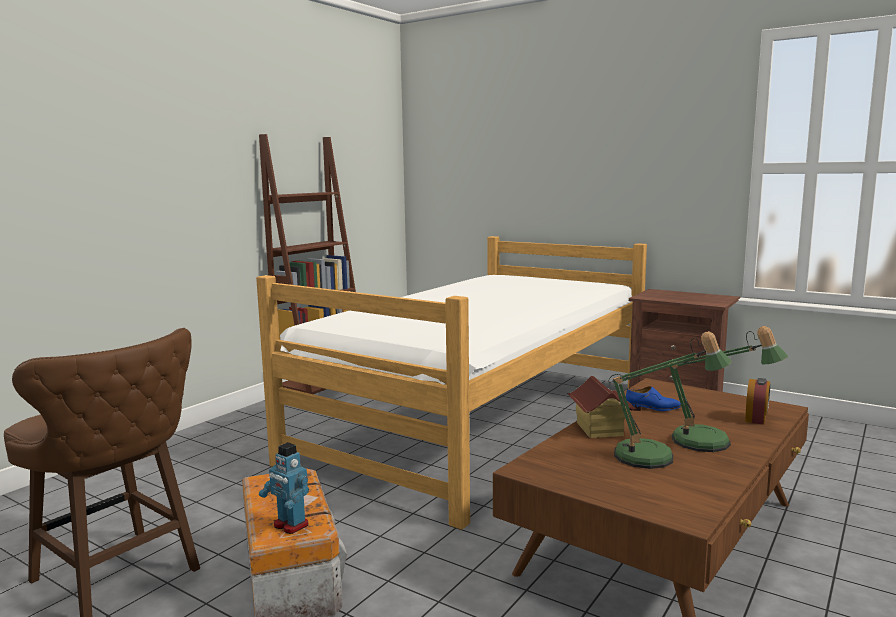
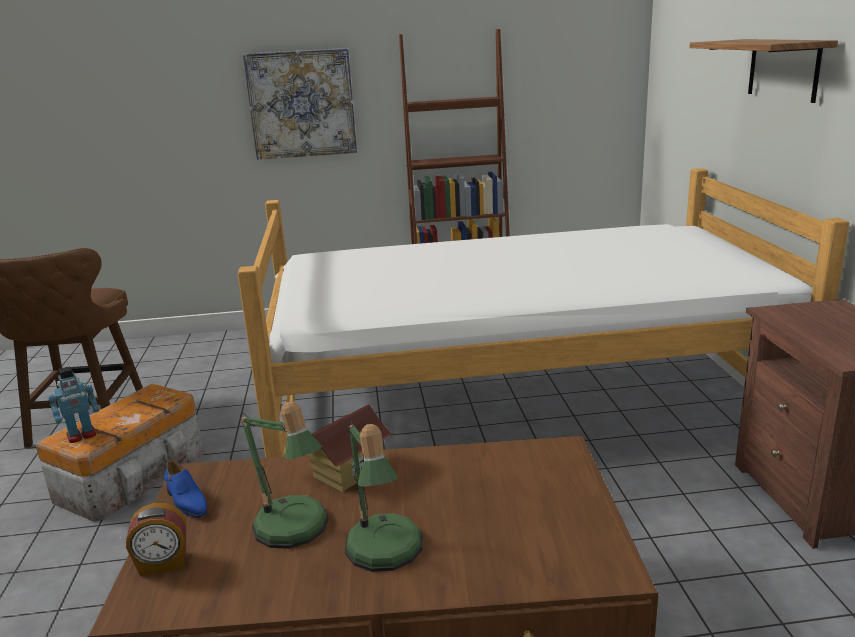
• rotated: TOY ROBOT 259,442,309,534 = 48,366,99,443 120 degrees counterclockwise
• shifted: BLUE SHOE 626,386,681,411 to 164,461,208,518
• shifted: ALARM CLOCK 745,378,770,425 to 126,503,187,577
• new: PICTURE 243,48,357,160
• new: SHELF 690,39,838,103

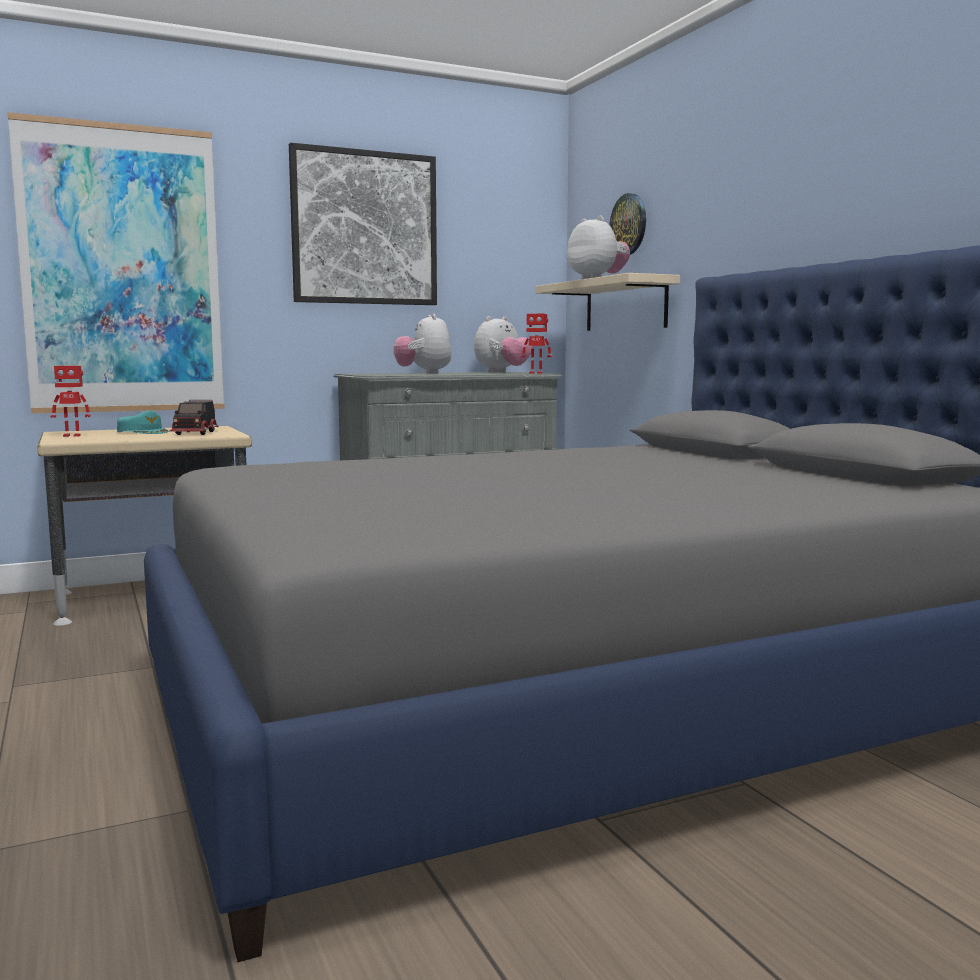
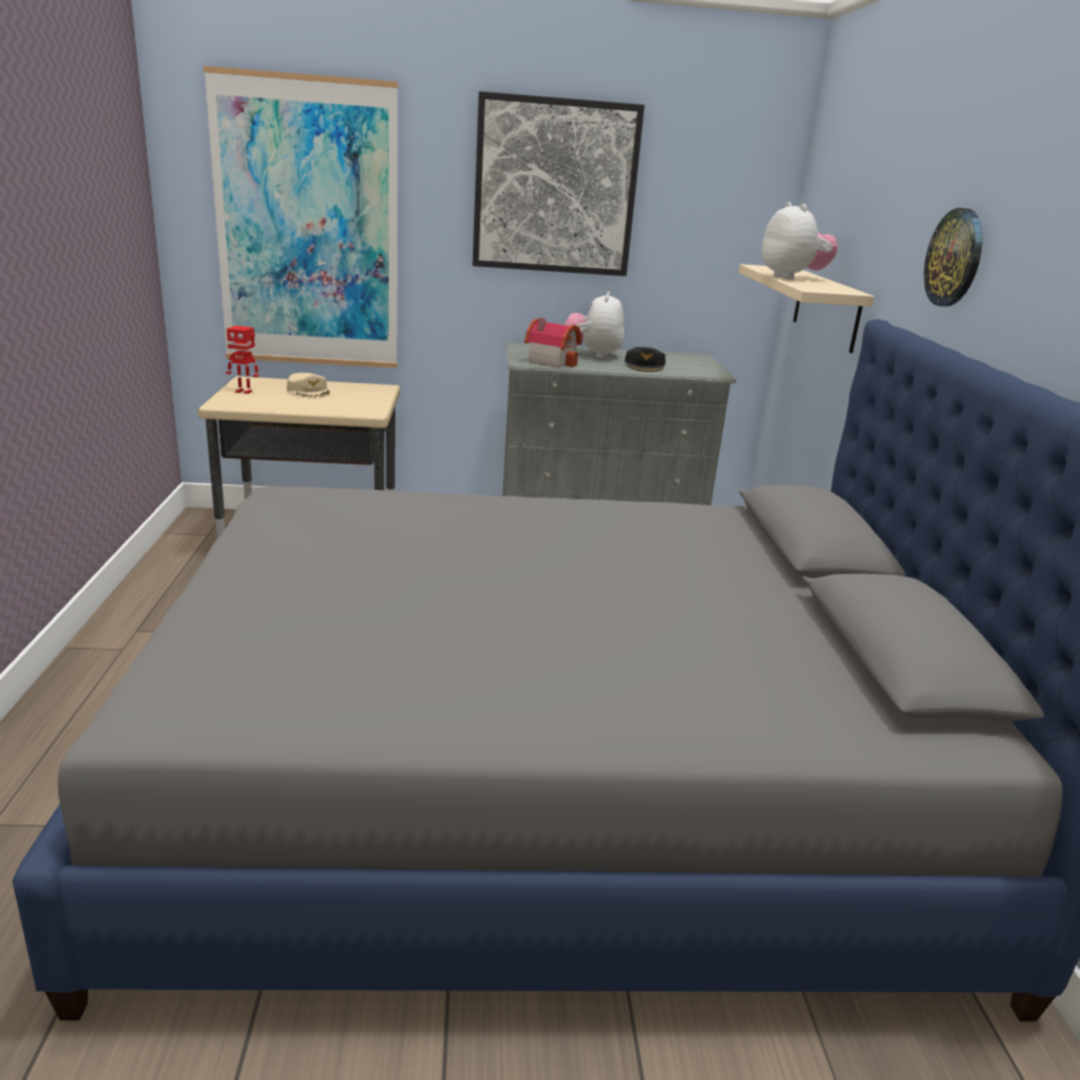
• repainted: TURQUOISE CAP 117,411,168,434 to BEIGE CAP 287,373,330,398
• gone: TOY TRUCK 169,400,219,435
• gone: PLUSH TOY 474,316,533,372
• gone: TOY ROBOT 521,314,552,374
• shifted: WALL CLOCK 609,193,646,255 to 924,208,982,307
• new: TOY HOUSE 525,318,582,368
• new: BLACK CAP 625,347,666,372

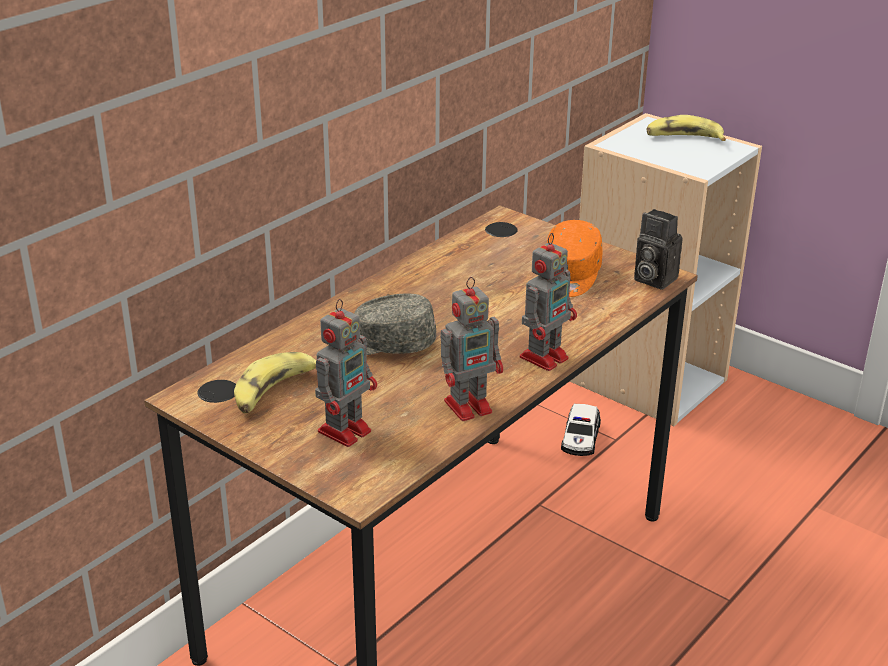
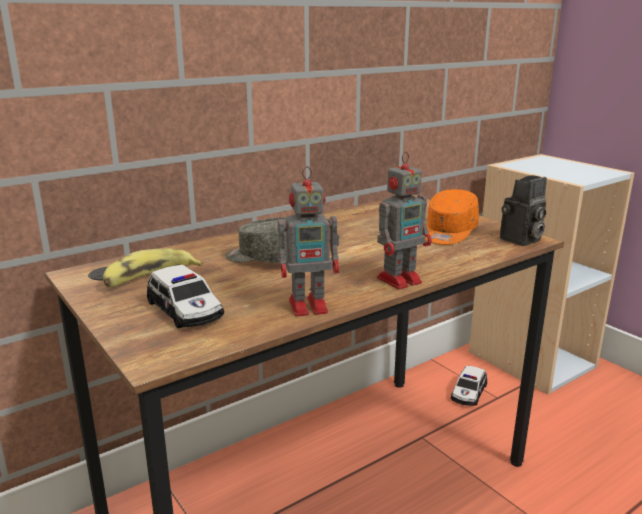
• swapped: TOY ROBOT 315,299,377,447 to TOY CAR 147,265,224,328
• rotated: PHOTO CAMERA 634,209,682,290 = 500,175,547,246 90 degrees counterclockwise
• gone: BANANA 647,115,726,141

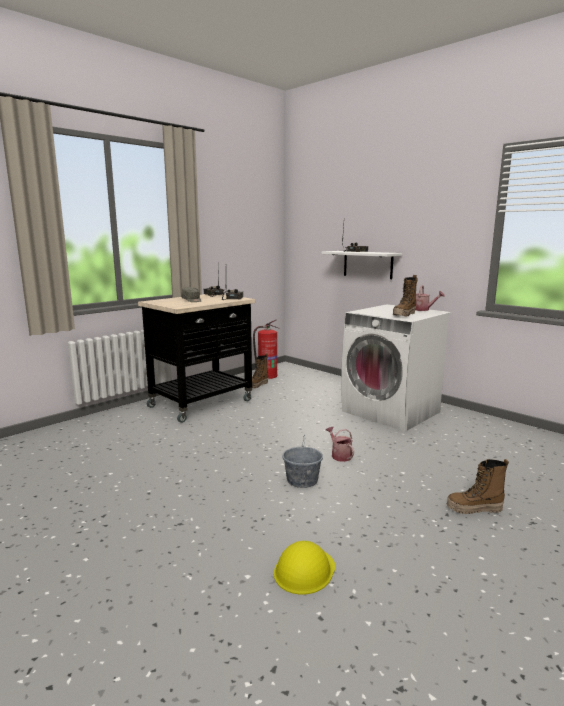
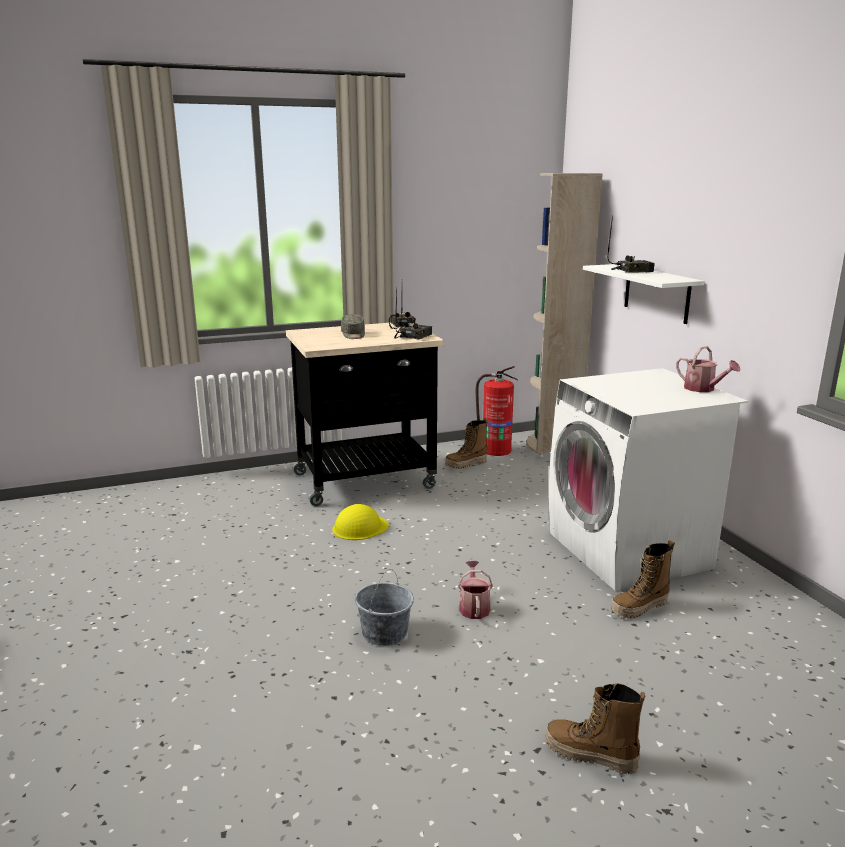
• shifted: YELLOW HARD HAT 274,541,335,595 to 333,504,389,540
• shifted: BOOT 393,275,417,317 to 612,540,675,619
• new: BEIGE BOOKCASE 527,173,603,457

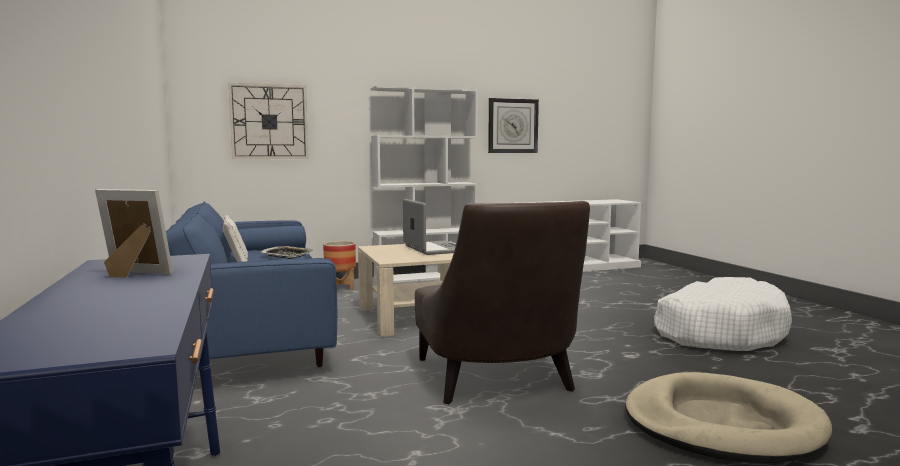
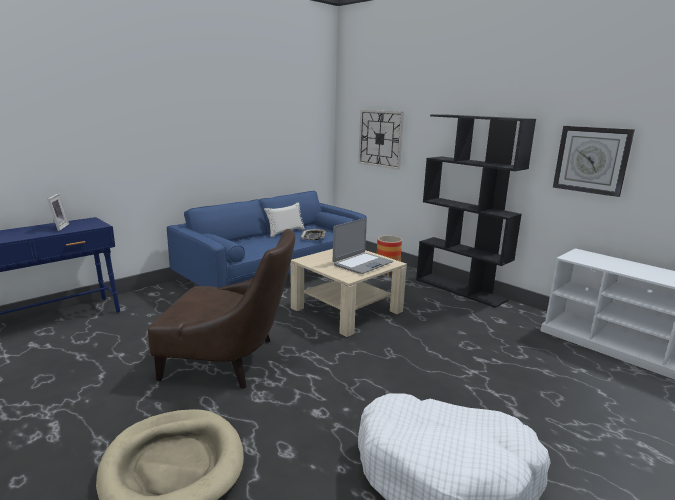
• repainted: WHITE BOOKCASE 370,85,478,283 to BLACK BOOKCASE 416,114,536,308
• rotated: BROWN ARMCHAIR 415,201,590,404 = 148,229,295,389 135 degrees counterclockwise

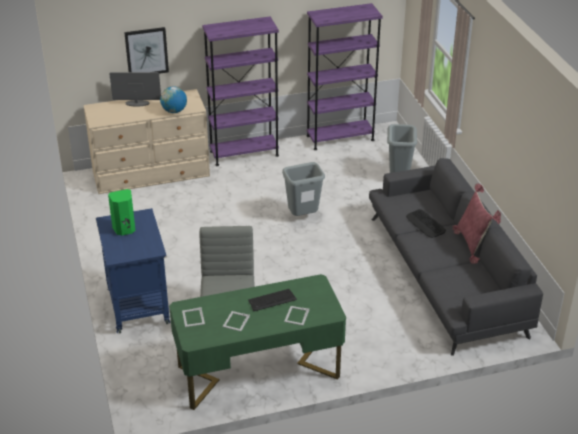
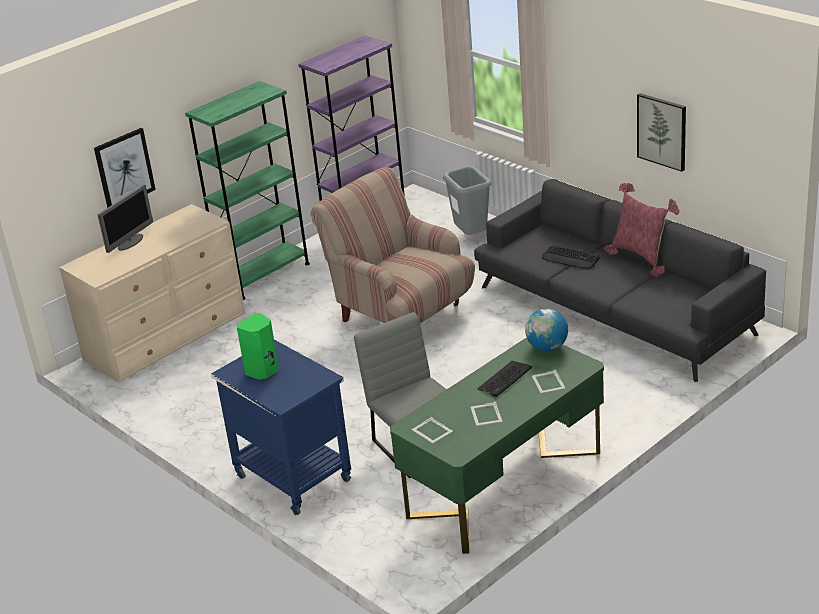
• rotated: MONITOR 109,72,161,107 = 98,185,153,253 150 degrees clockwise
• shifted: GLOBE 160,87,187,113 to 525,309,568,351
• repainted: PURPLE BOOKCASE 202,17,279,166 to GREEN BOOKCASE 185,81,310,300
• swapped: GREY TRASH CAN 282,162,325,216 to BEIGE ARMCHAIR 311,167,475,323
• new: PICTURE 637,93,686,172

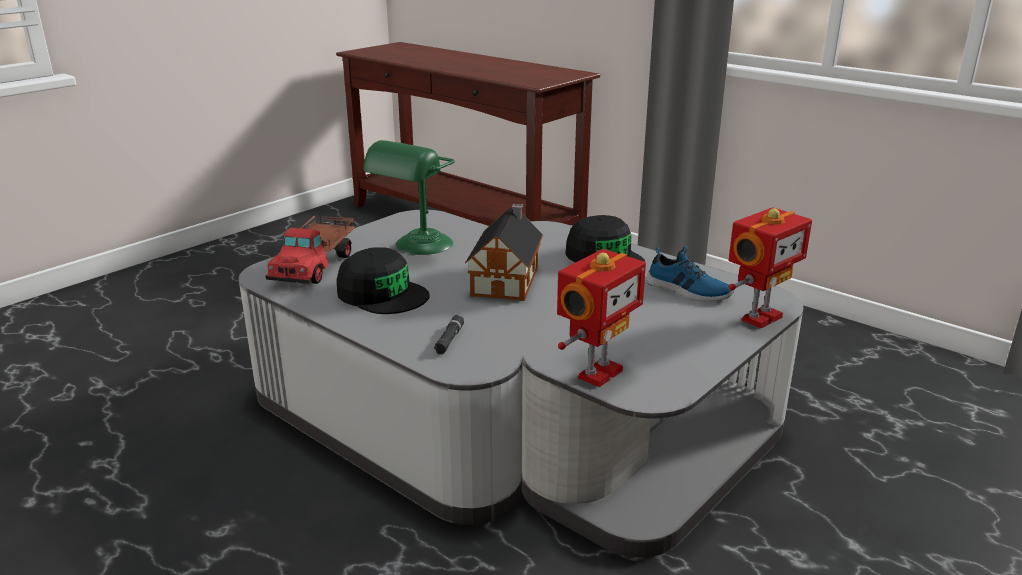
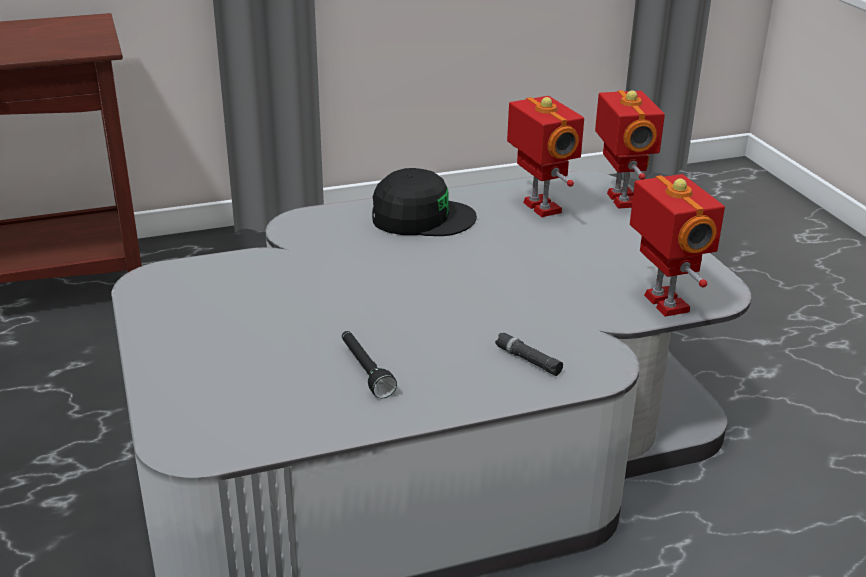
• gone: TOY TRUCK 265,214,355,284
• swapped: BLACK CAP 337,247,430,314 to BLACK FLASHLIGHT 342,331,397,398
• gone: GREEN TABLE LAMP 363,140,455,255
• gone: TOY HOUSE 465,204,543,301
• swapped: SHOE 646,246,734,301 to TOY ROBOT 507,96,584,217

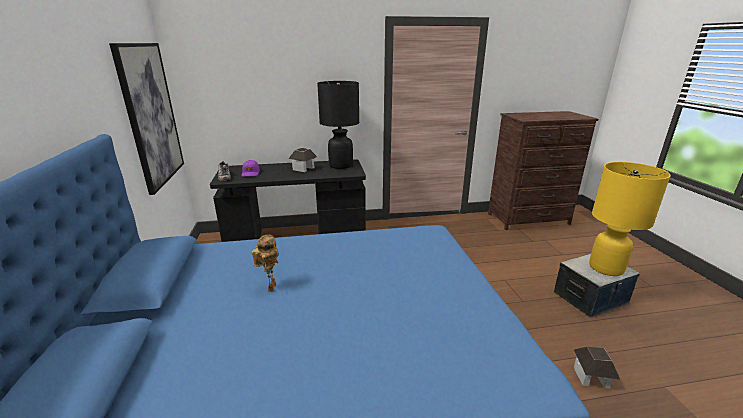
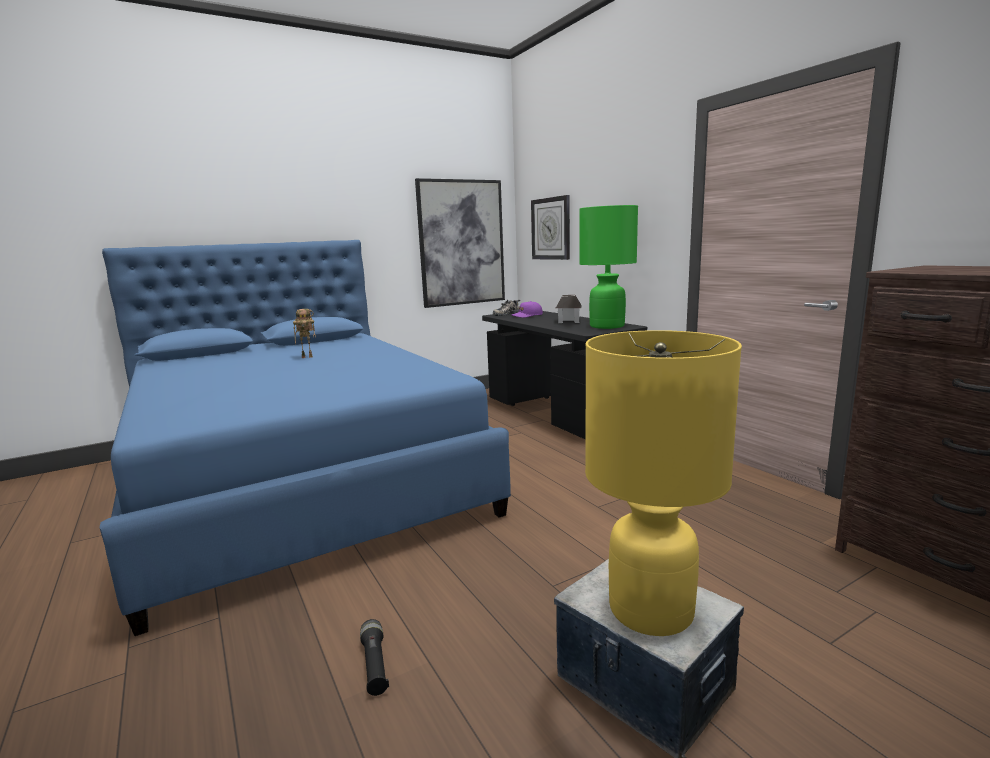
• repainted: BLACK TABLE LAMP 317,81,359,169 to GREEN TABLE LAMP 579,205,638,329
• swapped: TOY HOUSE 574,347,620,388 to BLACK FLASHLIGHT 360,619,389,696
• new: WALL CLOCK 531,195,570,260

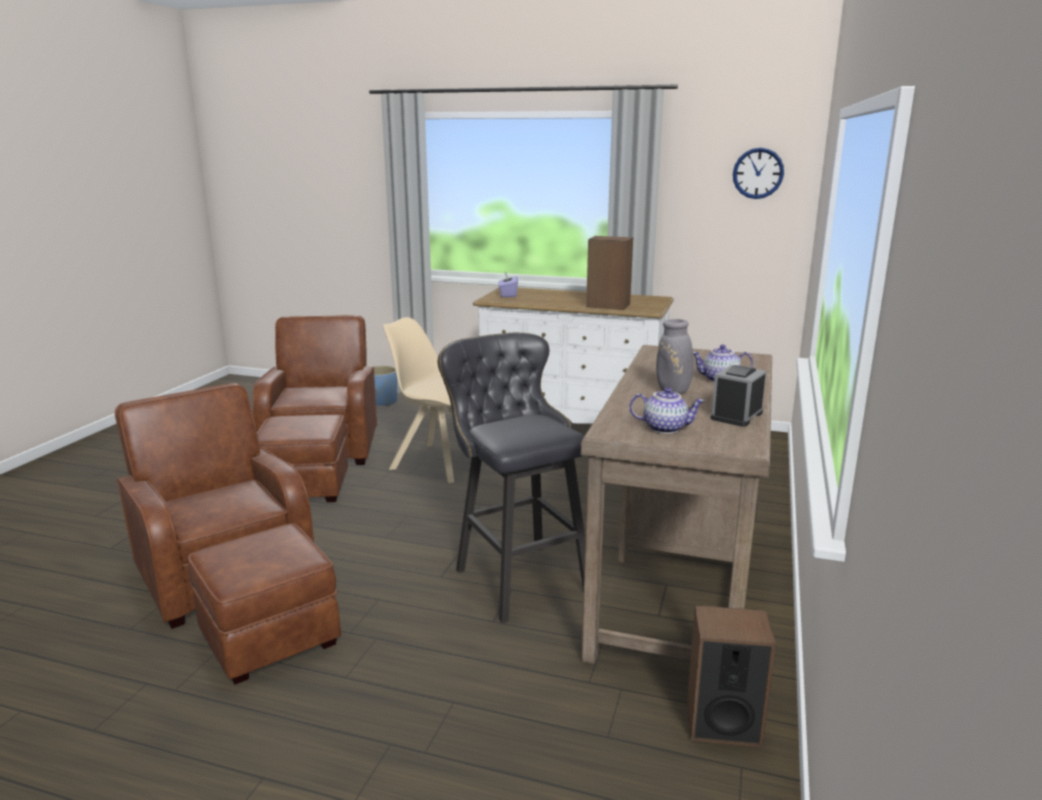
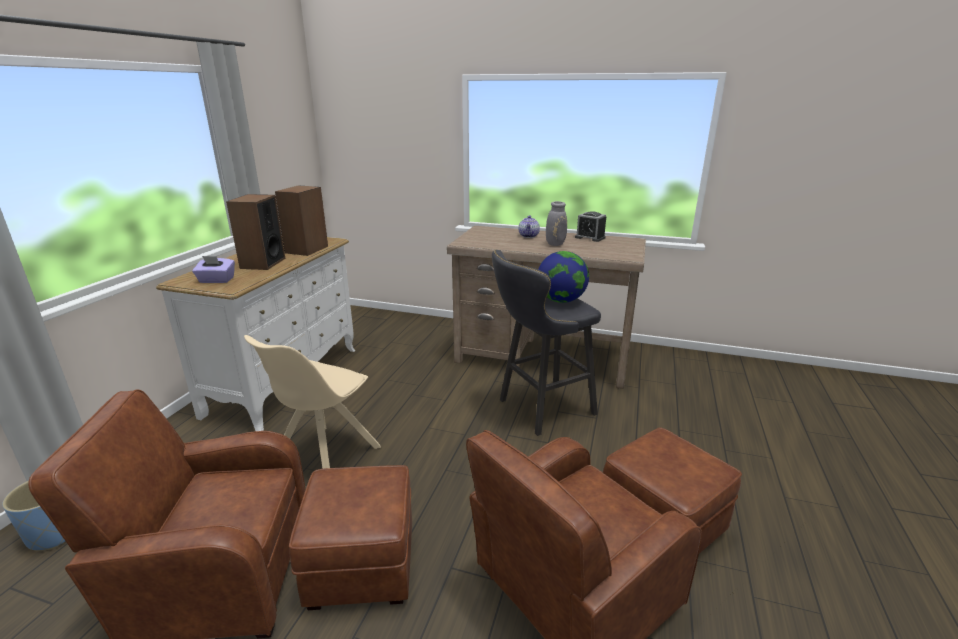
• gone: TEAPOT 629,387,705,434
• shifted: SPEAKER 687,605,776,747 to 226,194,286,270
• gone: WALL CLOCK 733,148,784,199
• new: GLOBE 538,251,589,303

